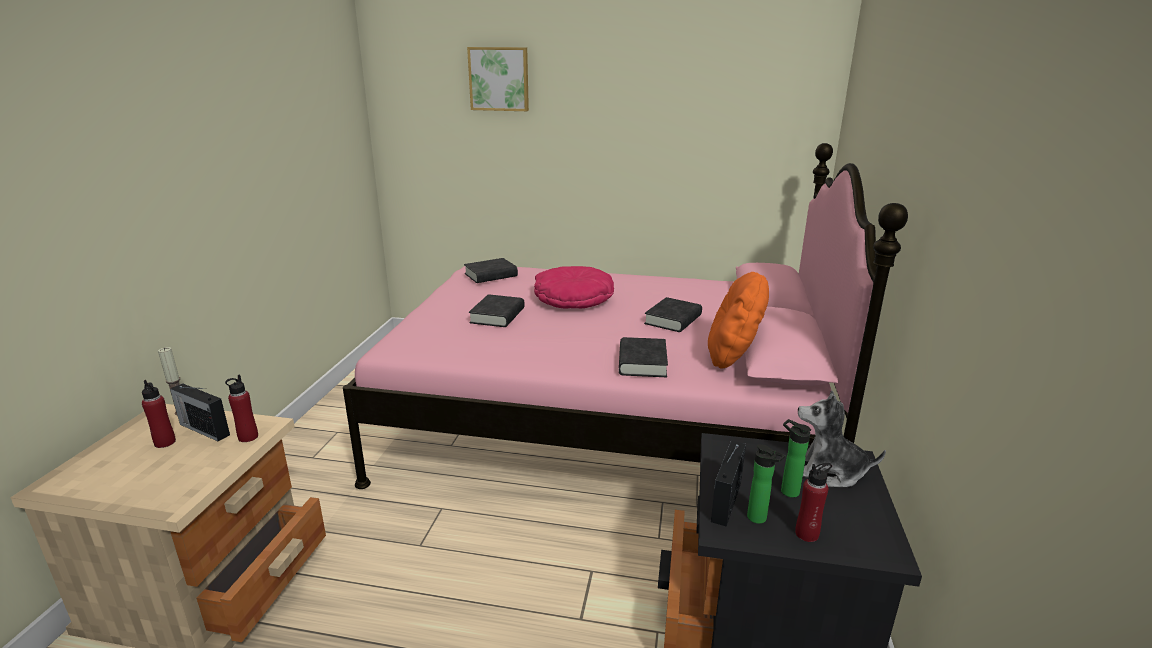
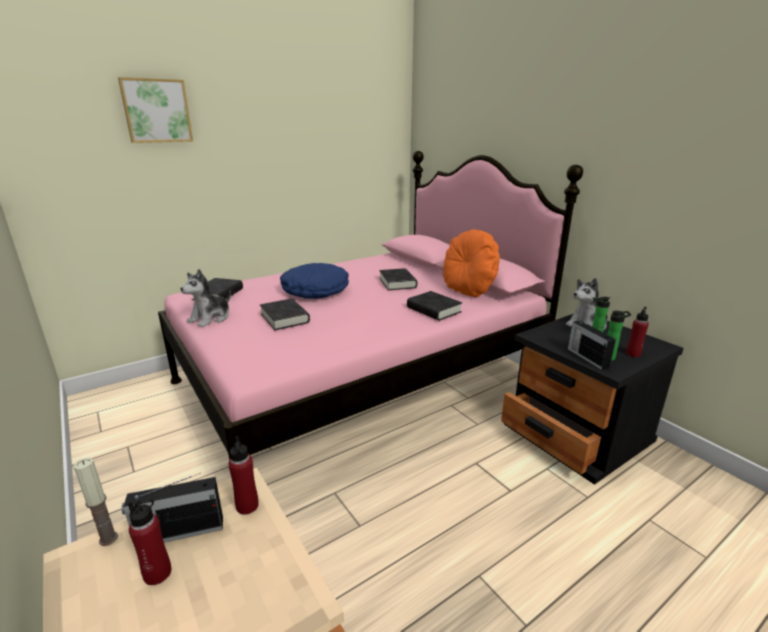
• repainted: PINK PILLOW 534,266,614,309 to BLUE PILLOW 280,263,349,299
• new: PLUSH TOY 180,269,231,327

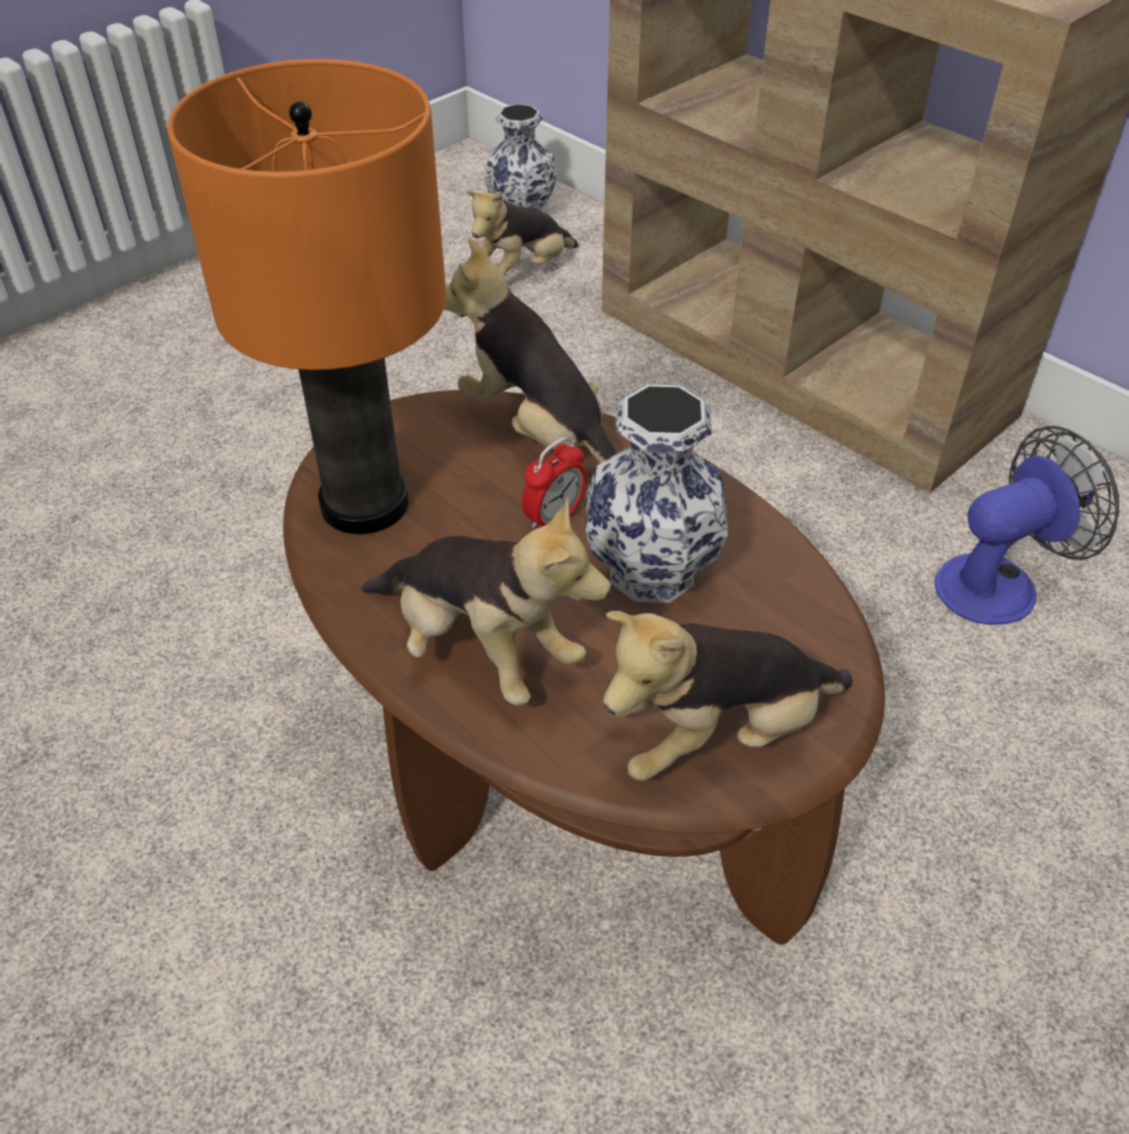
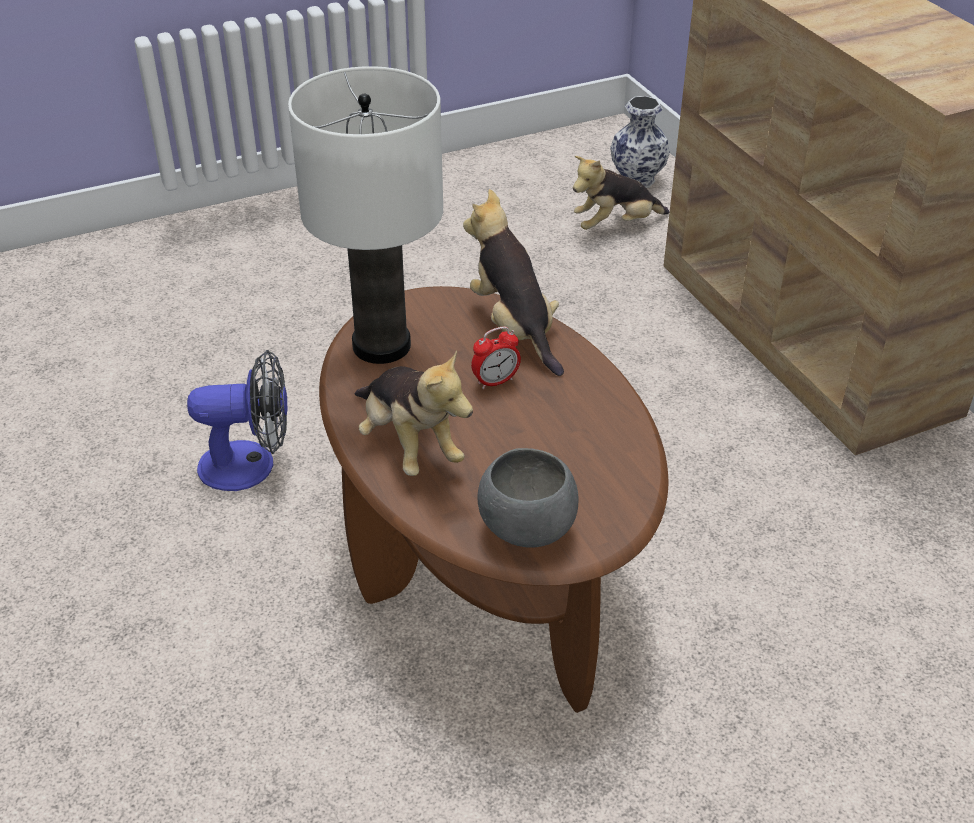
• repainted: ORANGE TABLE LAMP 167,59,446,534 to WHITE TABLE LAMP 288,66,443,364
• gone: VASE 585,385,728,603
• swapped: PLUSH TOY 603,611,853,781 to GREY BOWL 477,448,579,548
• shifted: FAN 934,426,1120,625 to 187,350,287,491

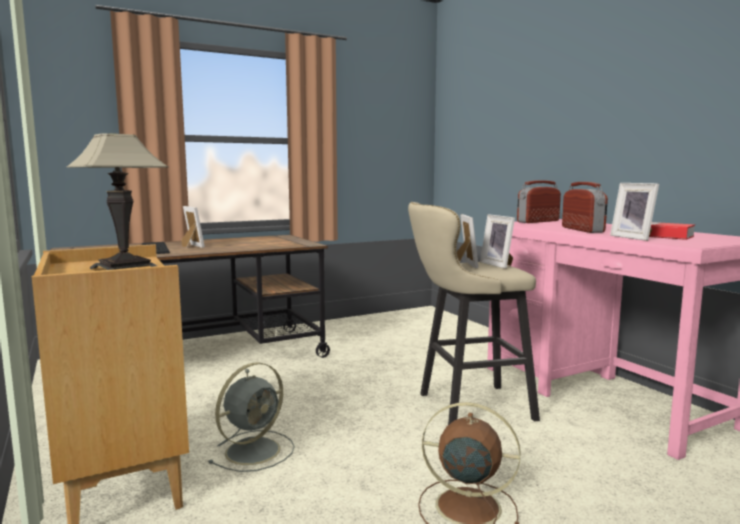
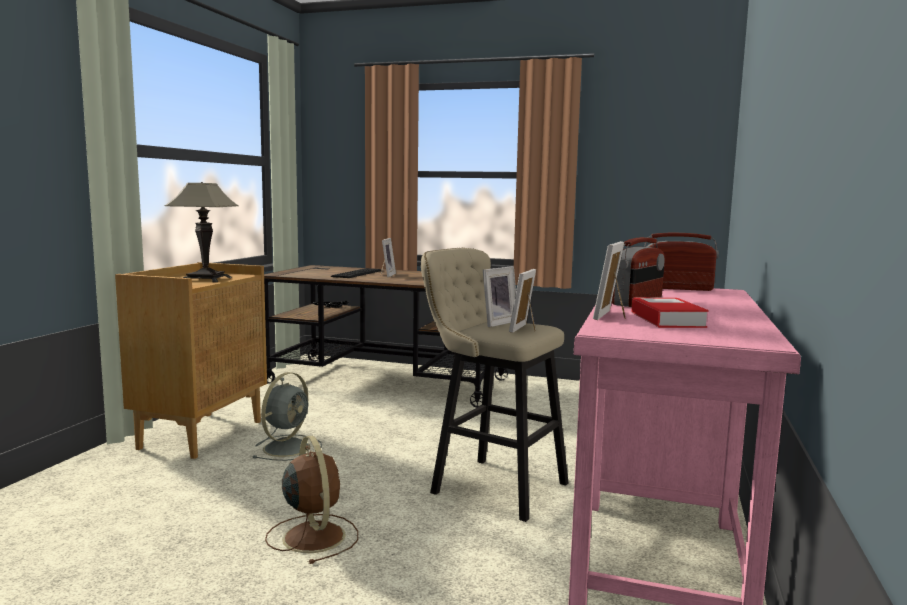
• rotated: GREY FAN 208,362,295,472 = 253,372,322,461 60 degrees counterclockwise

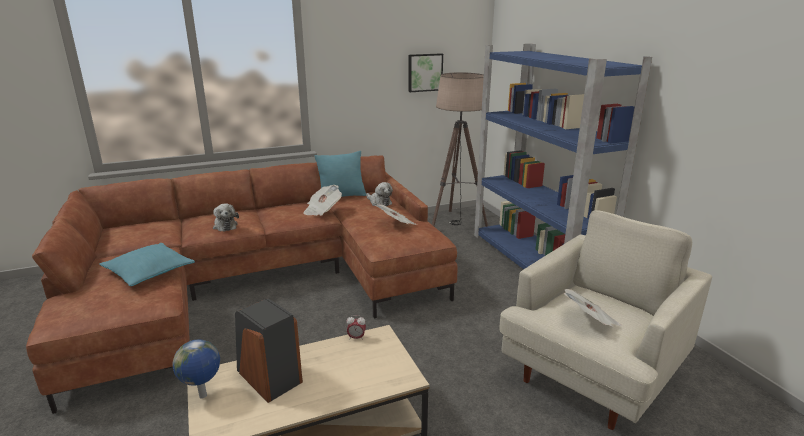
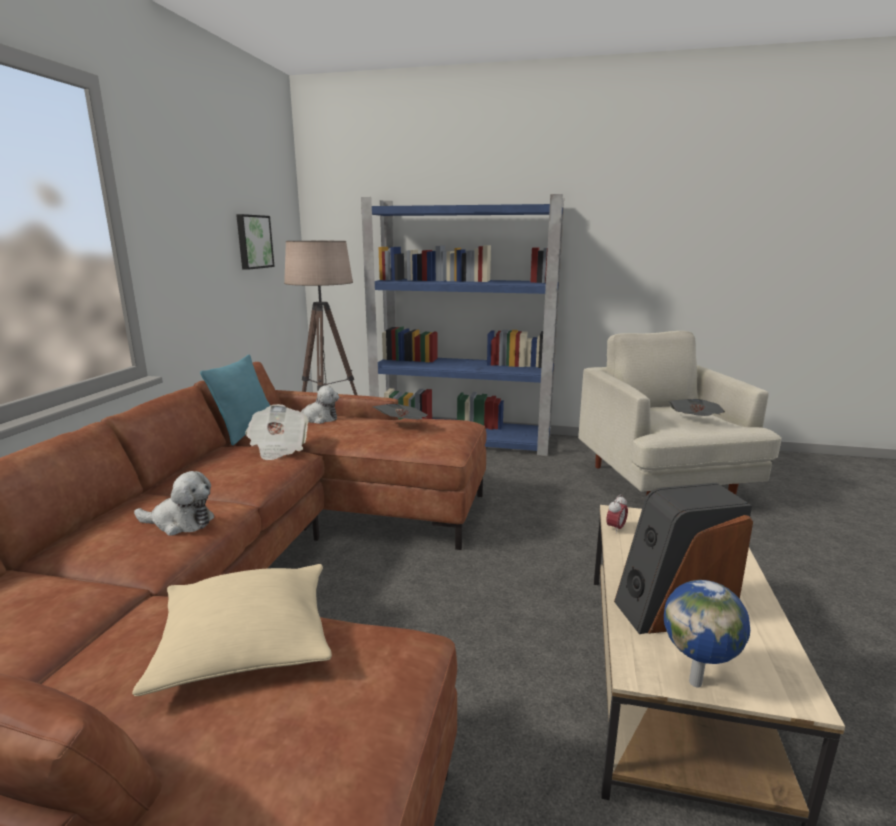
• repainted: TURQUOISE PILLOW 99,243,195,286 to BEIGE PILLOW 132,564,332,696

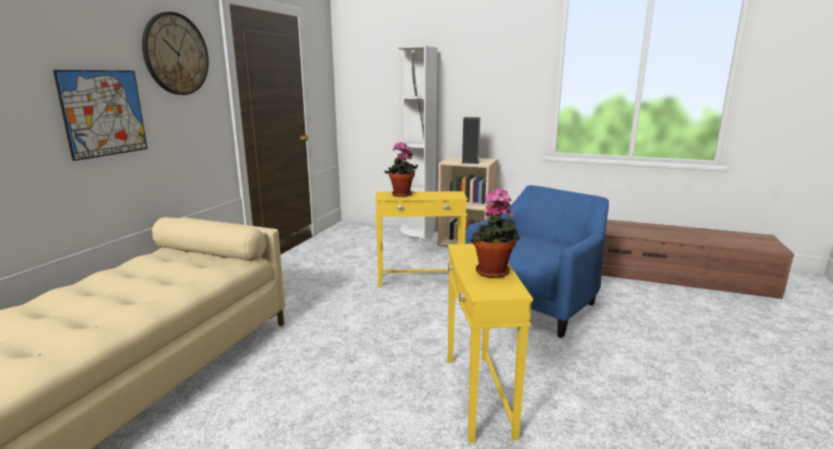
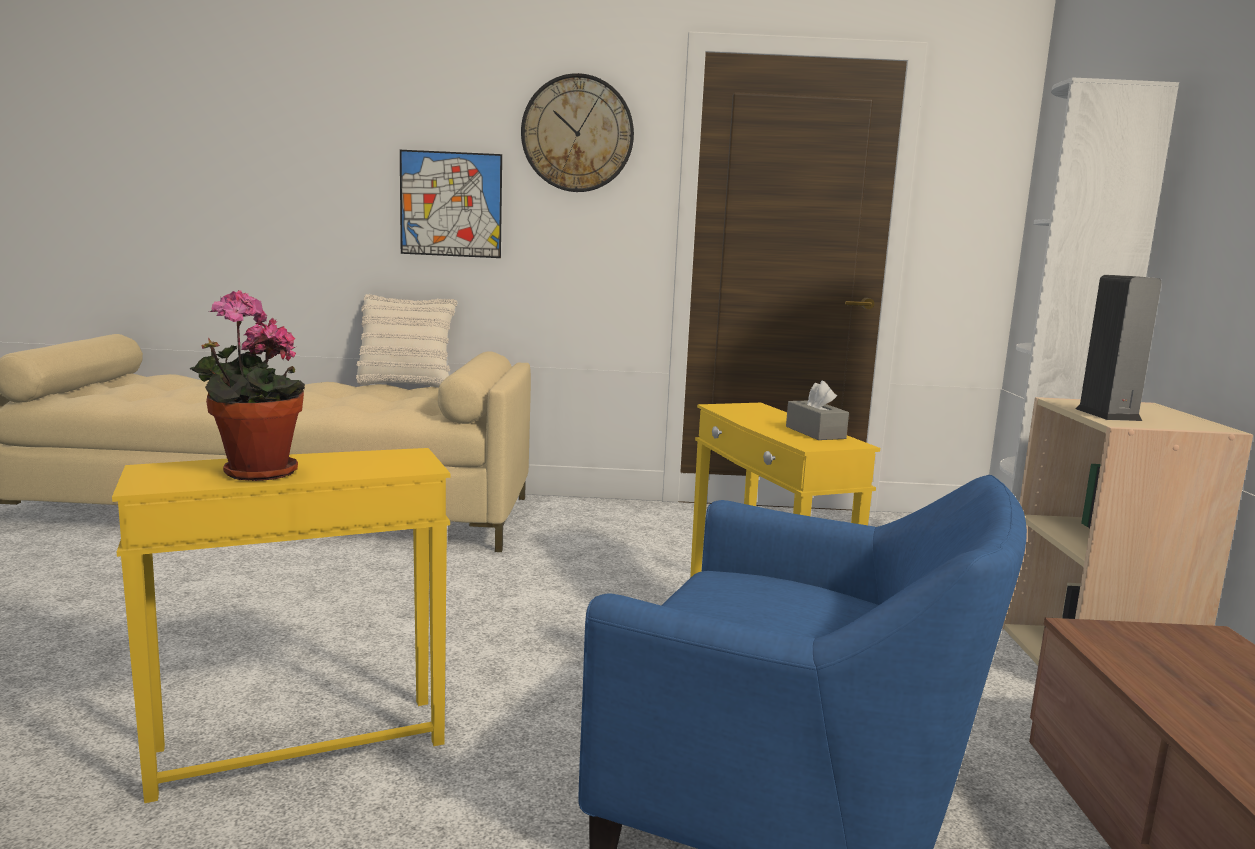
• gone: POTTED PLANT 385,142,418,197
• new: BEIGE PILLOW 356,294,457,388
• new: GREY TISSUE BOX 786,381,849,440

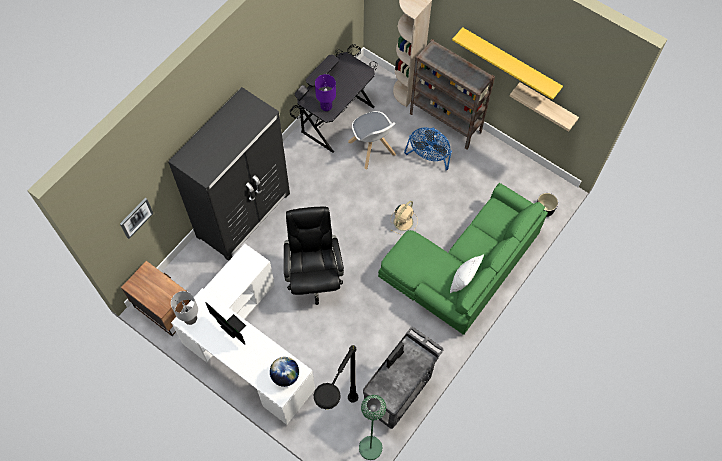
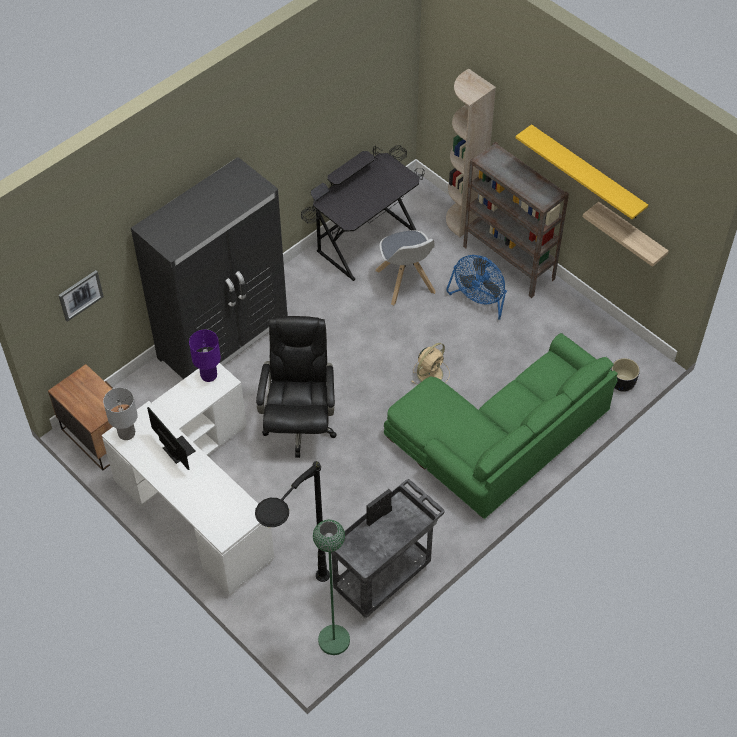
• gone: GLOBE 270,357,299,387
• shifted: PURPLE TABLE LAMP 315,74,336,111 to 189,330,221,382
• gone: WHITE PILLOW 450,255,484,293

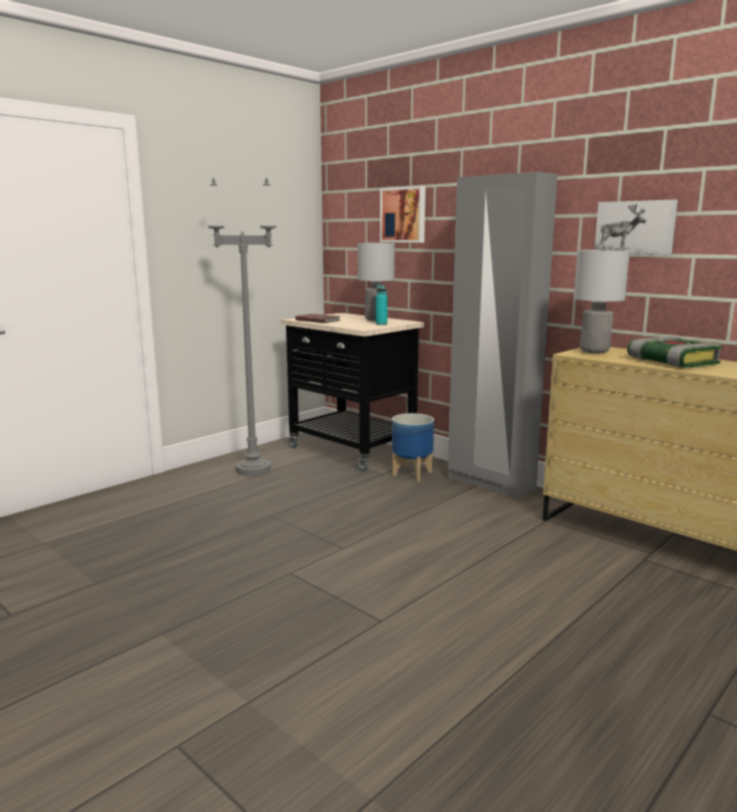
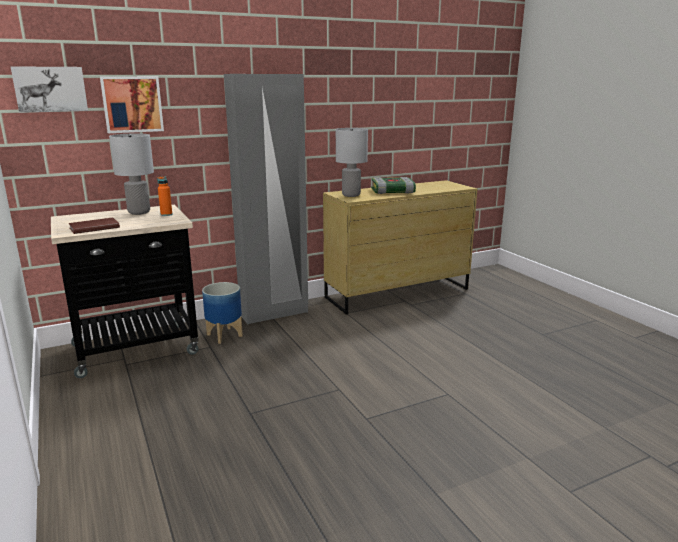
• gone: GREY FLOOR LAMP 208,177,276,476
• repainted: TURQUOISE BOTTLE 376,285,388,325 to ORANGE BOTTLE 157,176,172,216
• shifted: PICTURE 594,200,678,255 to 10,66,88,113

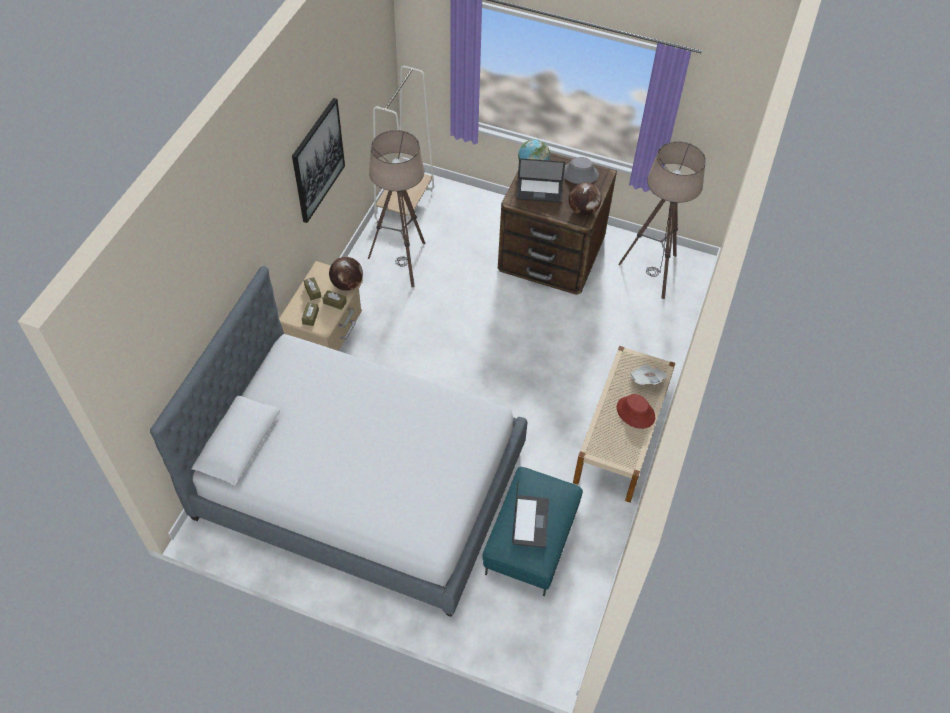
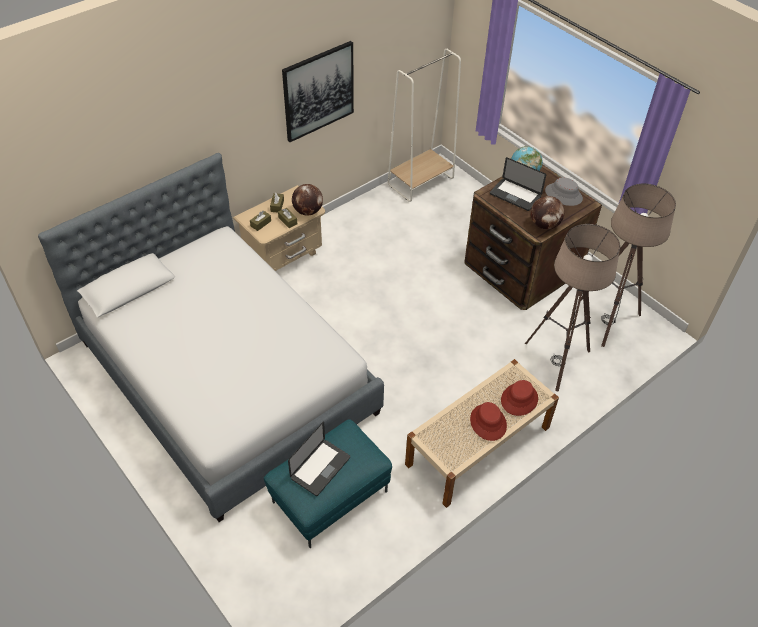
• shifted: FLOOR LAMP 368,130,425,287 to 525,224,620,392
• swapped: NEWSPAPER 629,364,667,385 to RED HAT 501,380,538,416

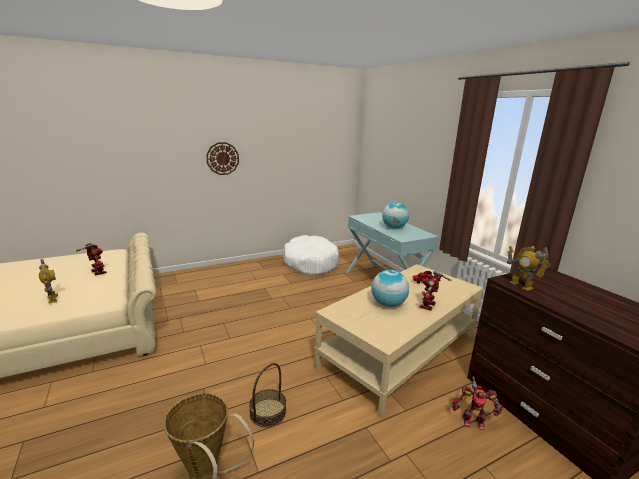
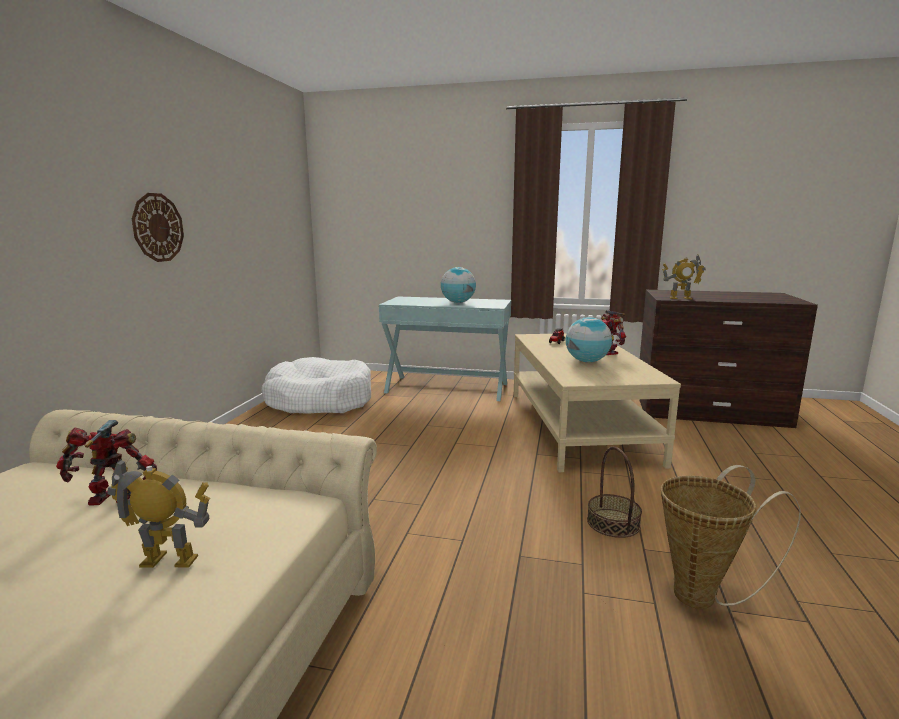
• gone: TOY ROBOT 453,377,502,430

